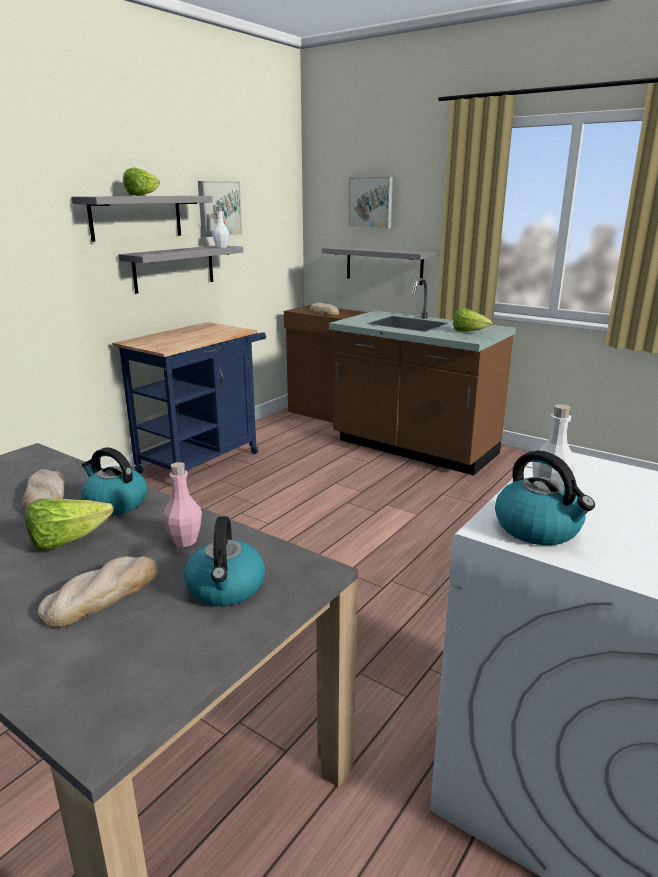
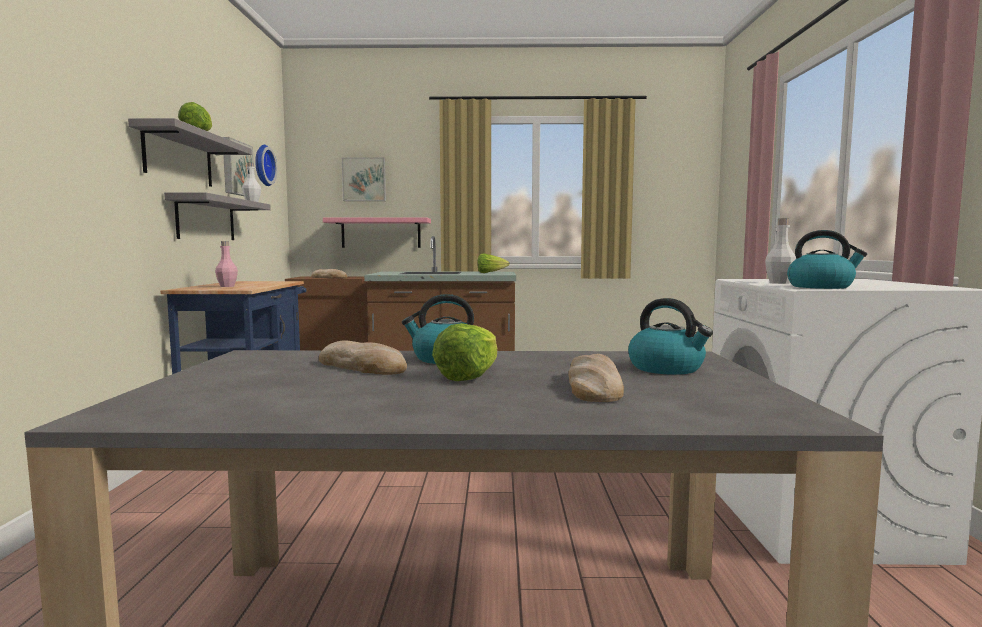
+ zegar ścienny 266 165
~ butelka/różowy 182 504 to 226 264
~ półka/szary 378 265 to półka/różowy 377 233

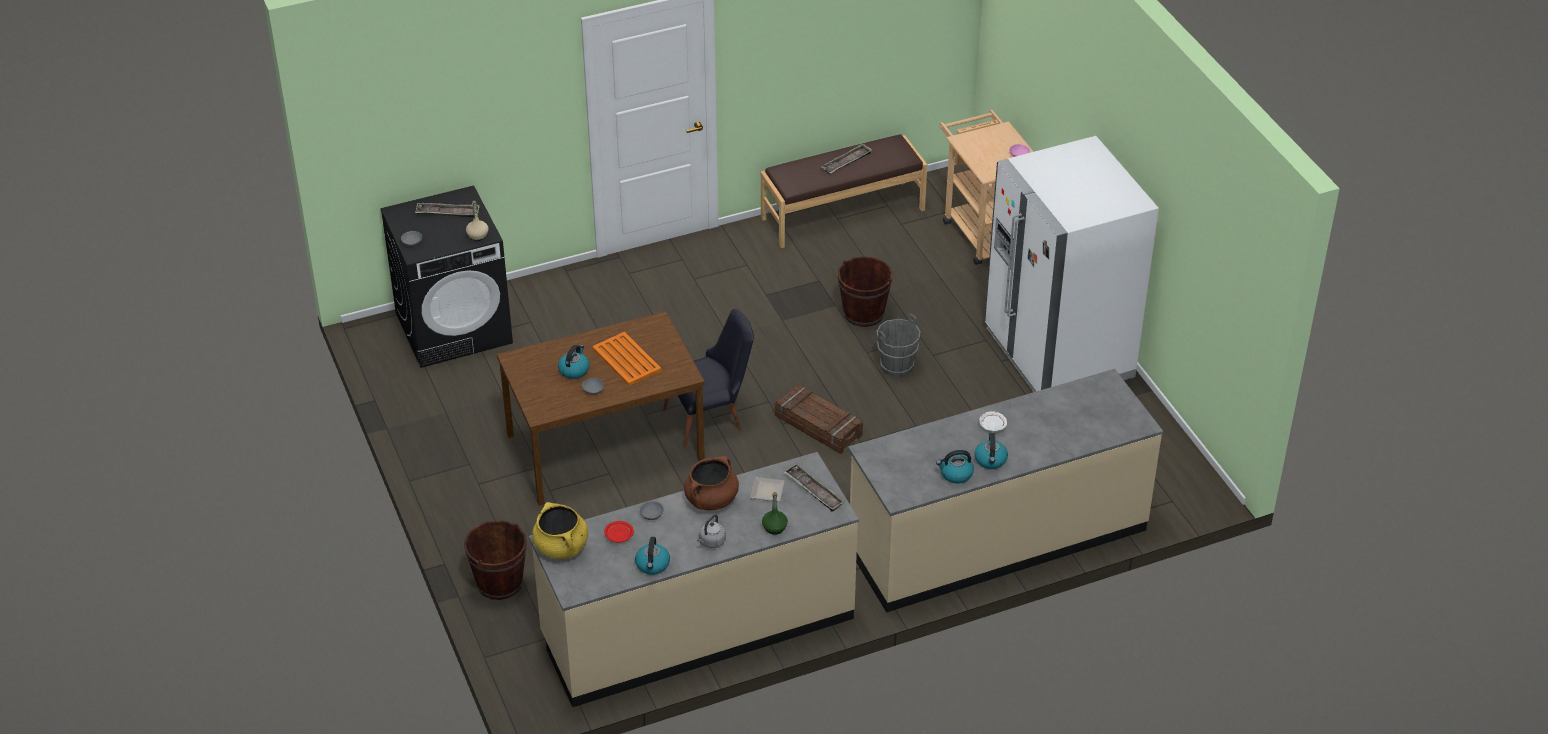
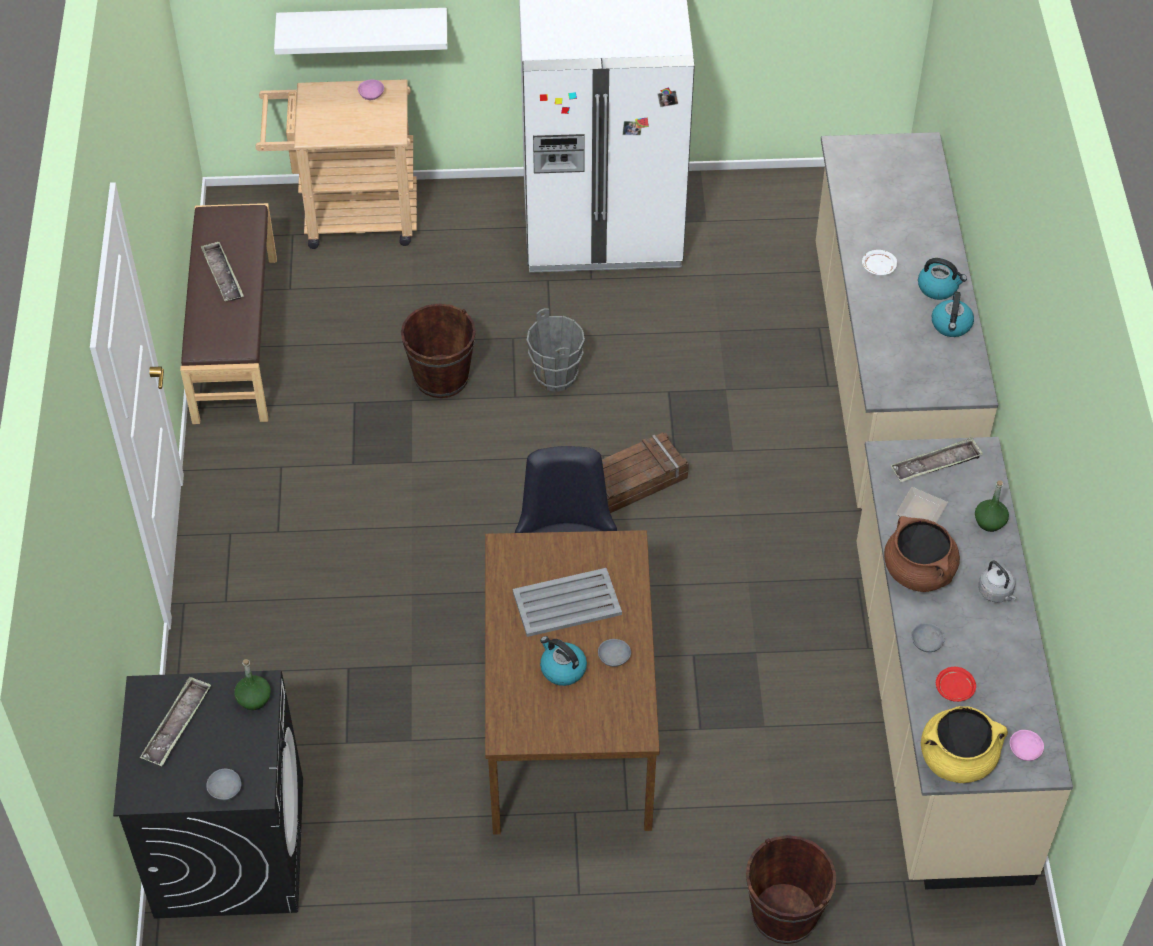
- czajnik 652 556
+ półka/biały 360 31
+ miska/różowy 1027 745
~ butelka/beżowy 477 221 to butelka/zielony 252 684
~ taca/pomarańczowy 626 359 to taca/szary 567 602

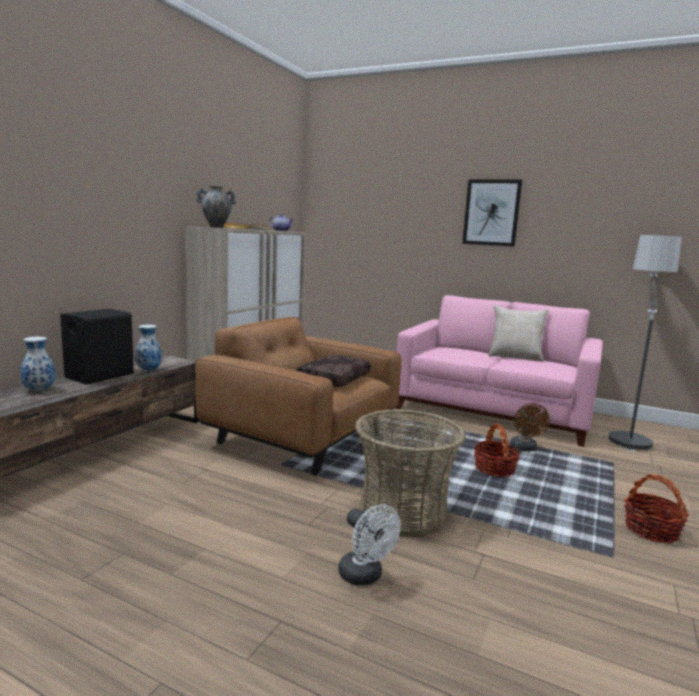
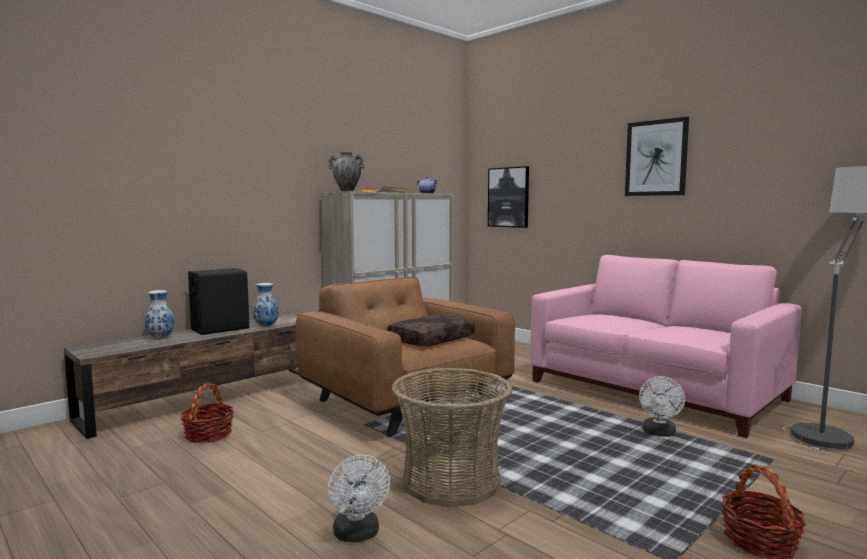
- poduszka/beżowy 518 333
+ obraz 508 197
~ koszyk 497 450 to 207 413
~ wentylator/brązowy 530 427 to wentylator/biały 662 406

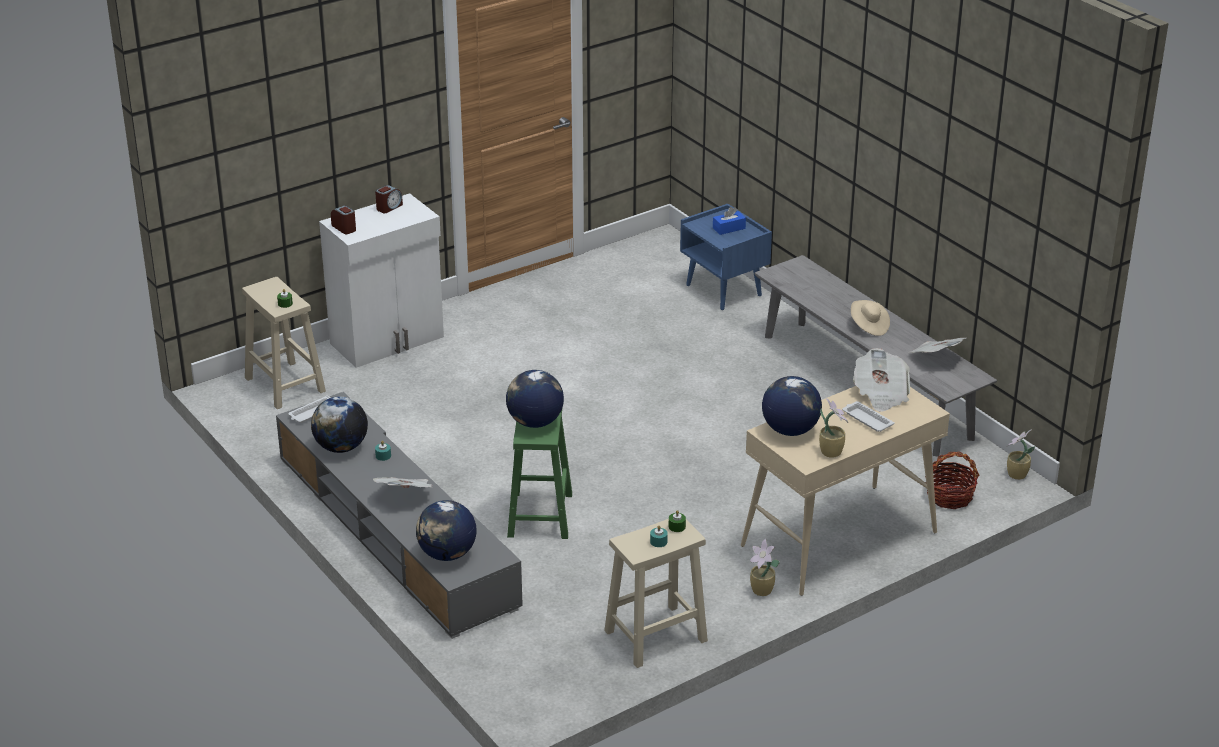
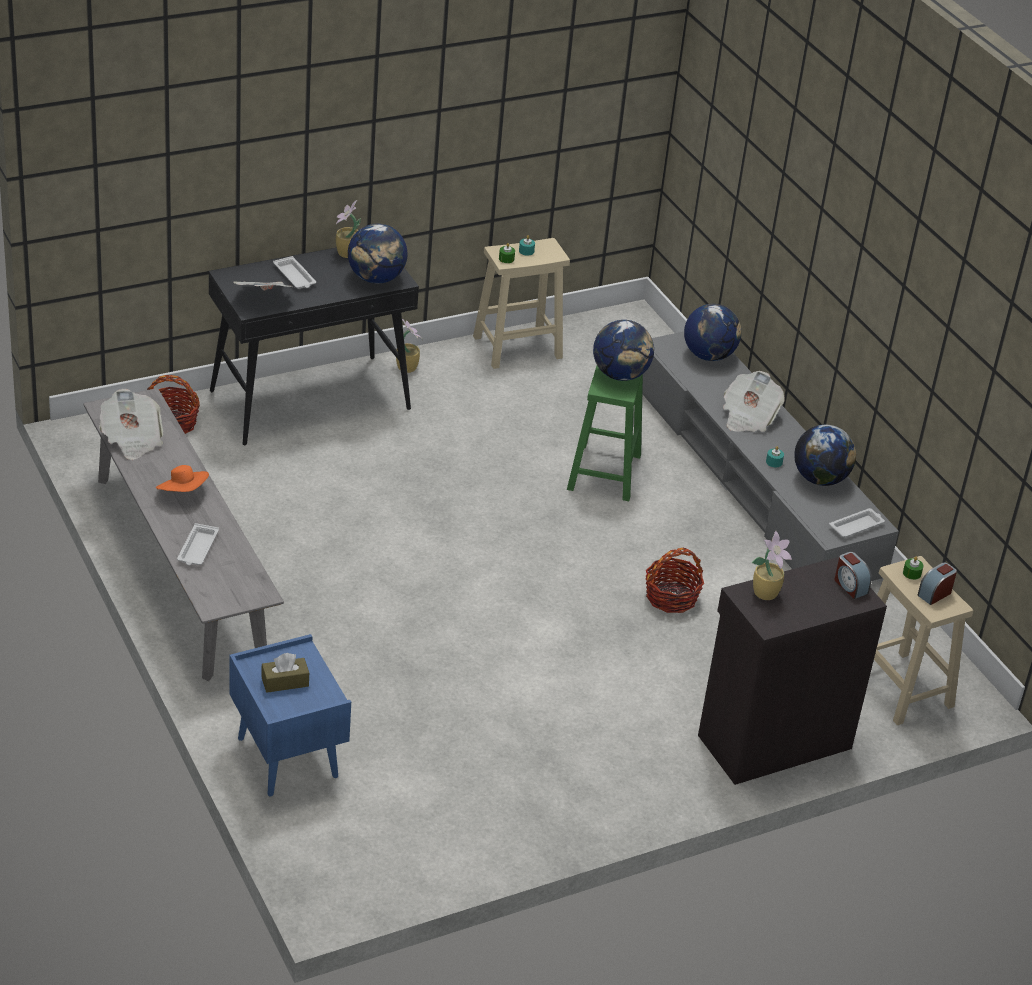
+ taca/biały 198 544
+ koszyk 675 580
~ budzik 389 199 to 937 584
~ roślina doniczkowa 1021 455 to 772 565
~ szafka/biały 381 280 to szafka/czarny 792 671
~ pudełko chusteczek/niebieski 729 221 to pudełko chusteczek/brązowy 285 673
~ stolik konsolowy/beżowy 845 491 to stolik konsolowy/czarny 314 347
~ kapelusz/beżowy 870 318 to kapelusz/pomarańczowy 182 478

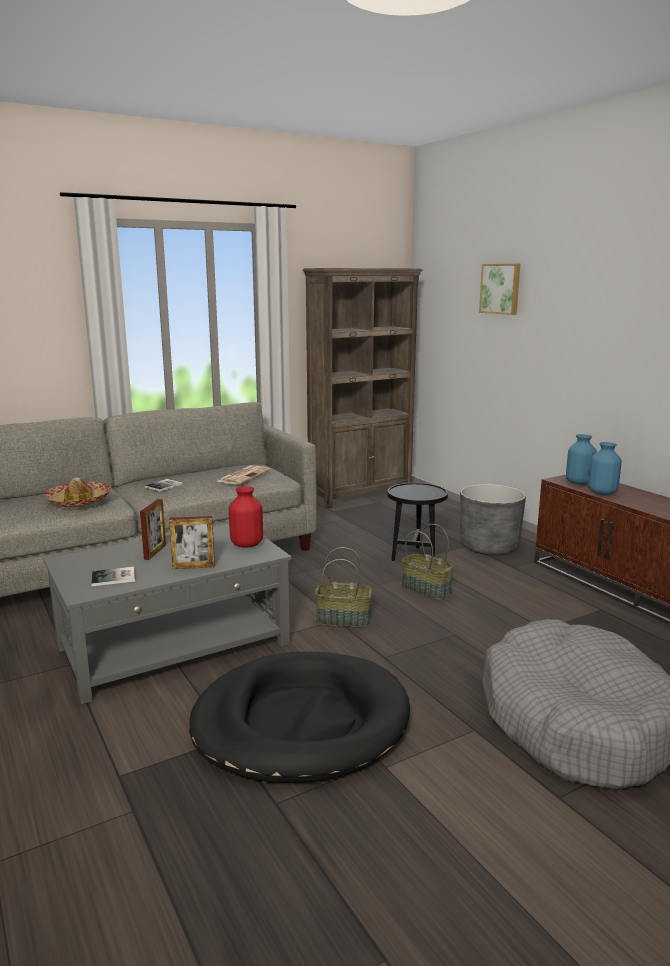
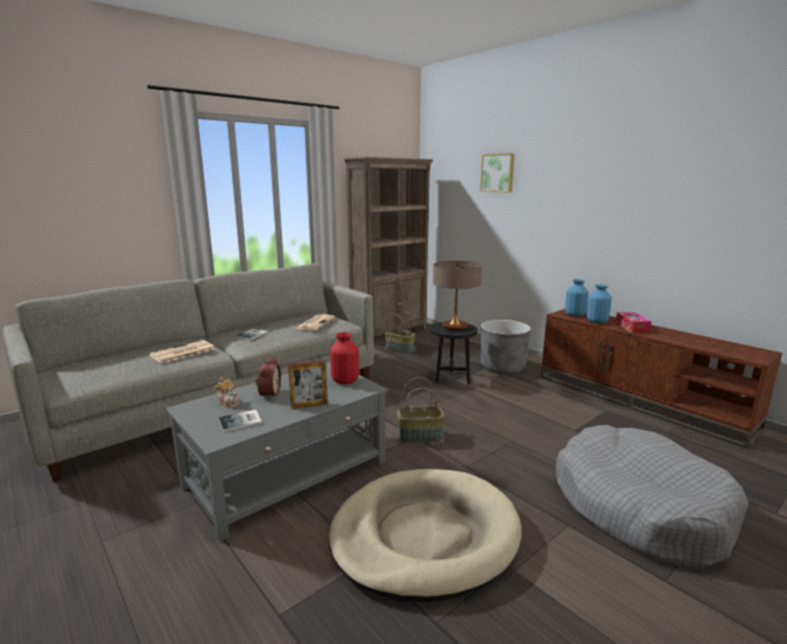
+ imbryk 227 392
+ lampa stołowa 457 296
+ pudełko chusteczek 633 322
~ koszyk 428 562 to 400 332
~ kapelusz 77 492 to gazeta 182 351
~ ramka na zdjęcie 153 529 to budzik 268 378
~ legowisko/czarny 299 717 to legowisko/beżowy 425 535

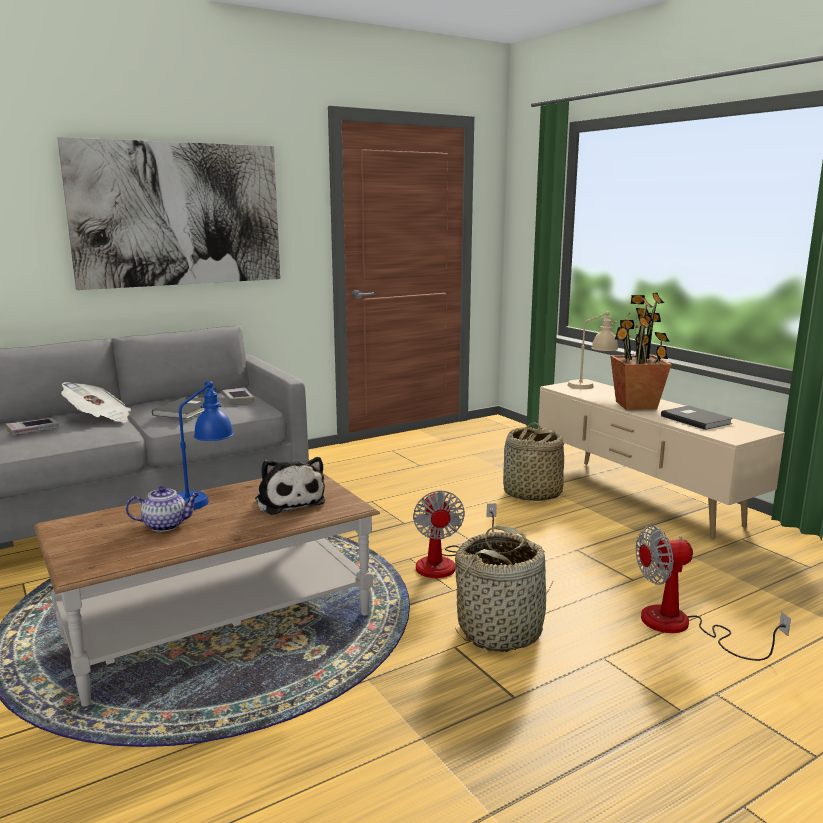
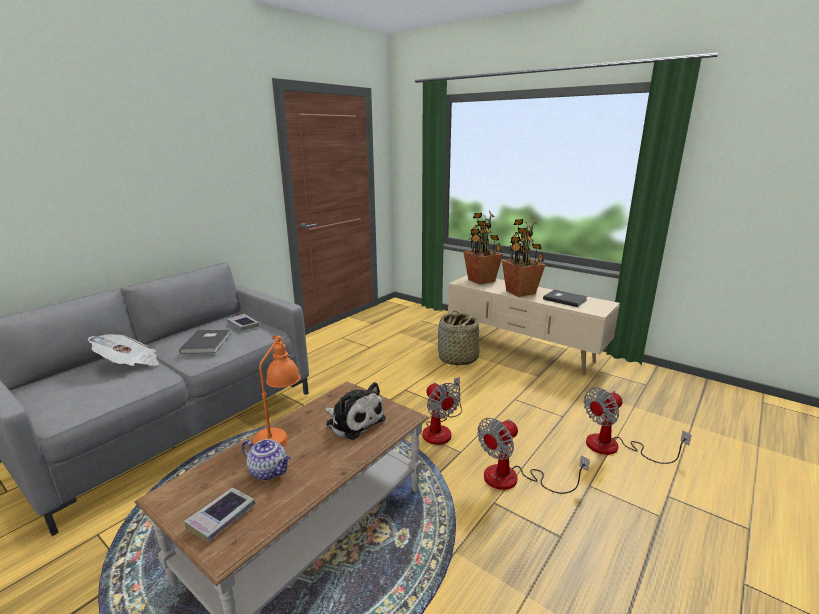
- obraz 168 213
~ książka 32 426 to 219 515
~ koszyk 504 589 to wentylator 533 456
~ lampa stołowa/beżowy 593 350 to roślina doniczkowa 483 247
~ lampa stołowa/niebieski 205 445 to lampa stołowa/pomarańczowy 276 391
~ imbryk 163 509 = 266 459 60 degrees clockwise

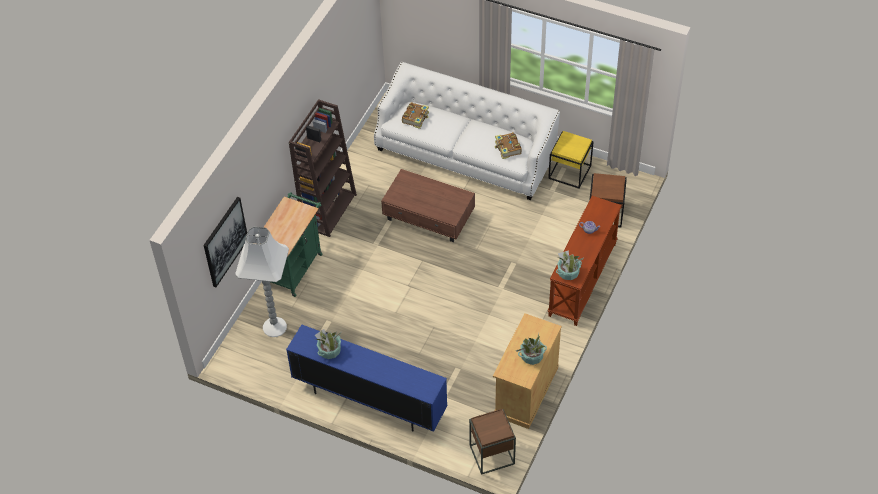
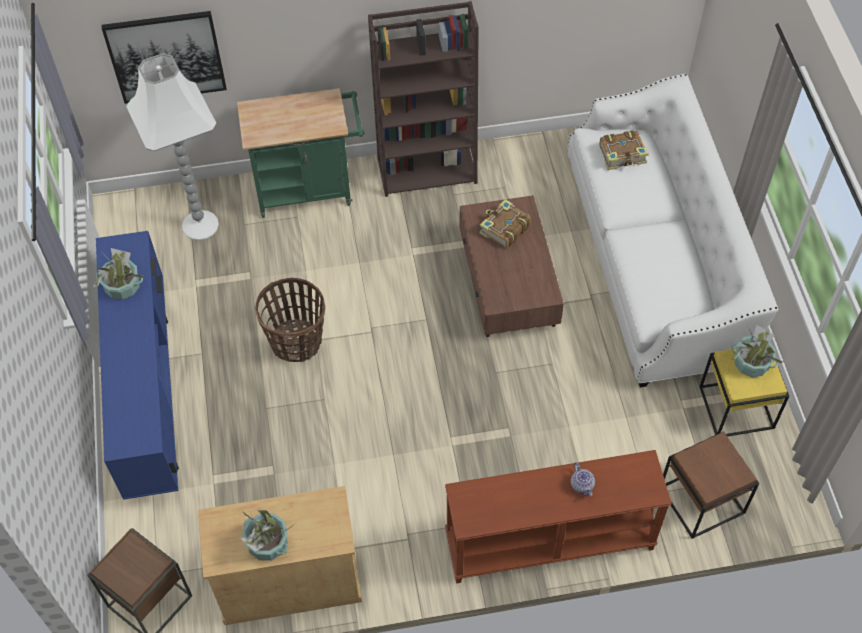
+ koszyk 290 320
~ książka 508 145 to 505 223
~ roślina doniczkowa 570 265 to 757 351

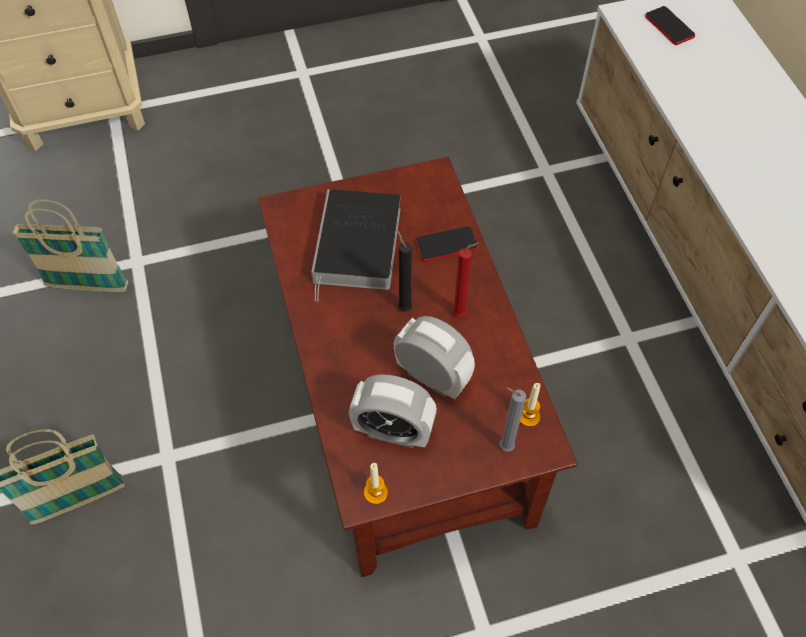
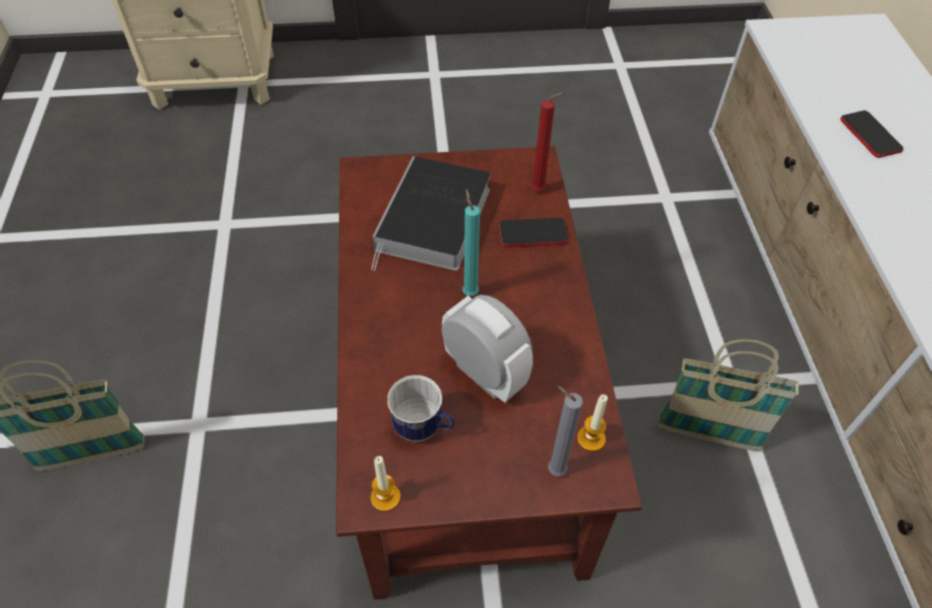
~ koszyk 70 245 to 728 395
~ świeca/czerwony 465 279 to 547 141
~ telefon 670 25 to 872 134
~ budzik 393 411 to kubek 421 408
~ świeca/czarny 404 271 to świeca/turkusowy 471 242

